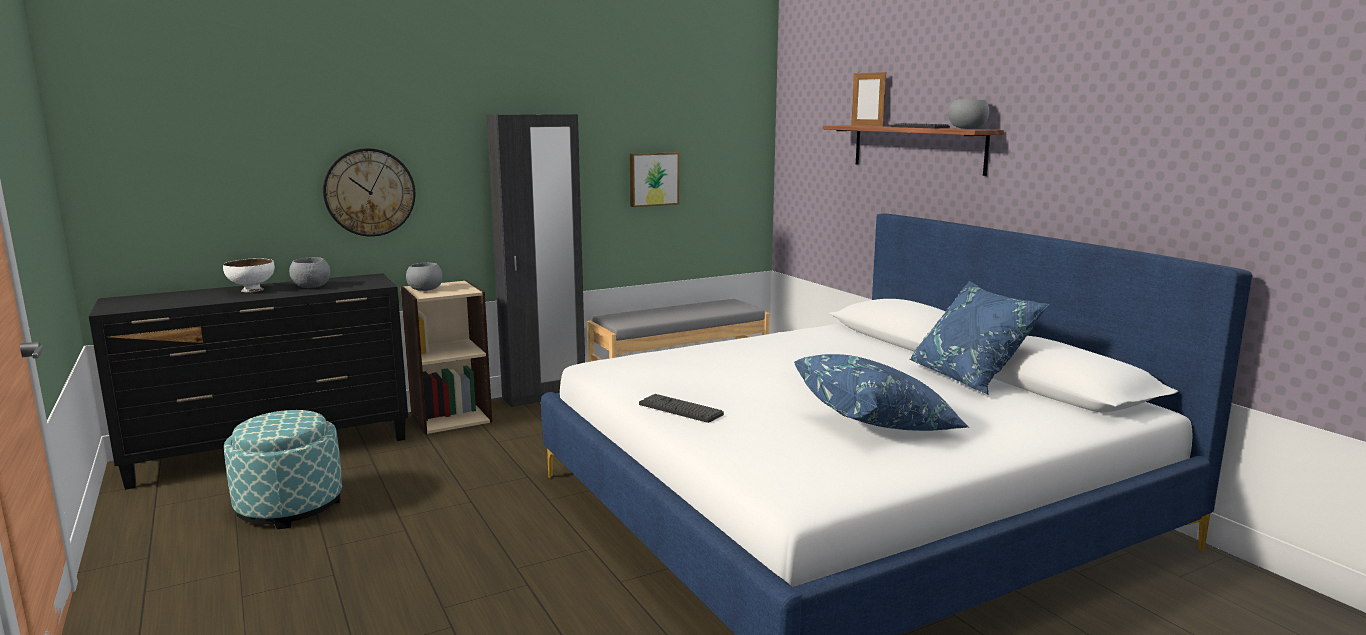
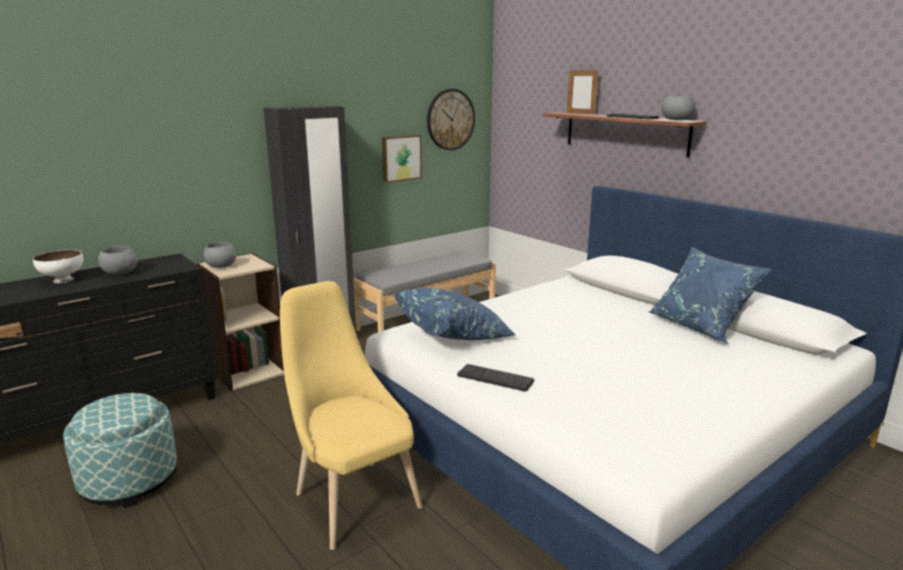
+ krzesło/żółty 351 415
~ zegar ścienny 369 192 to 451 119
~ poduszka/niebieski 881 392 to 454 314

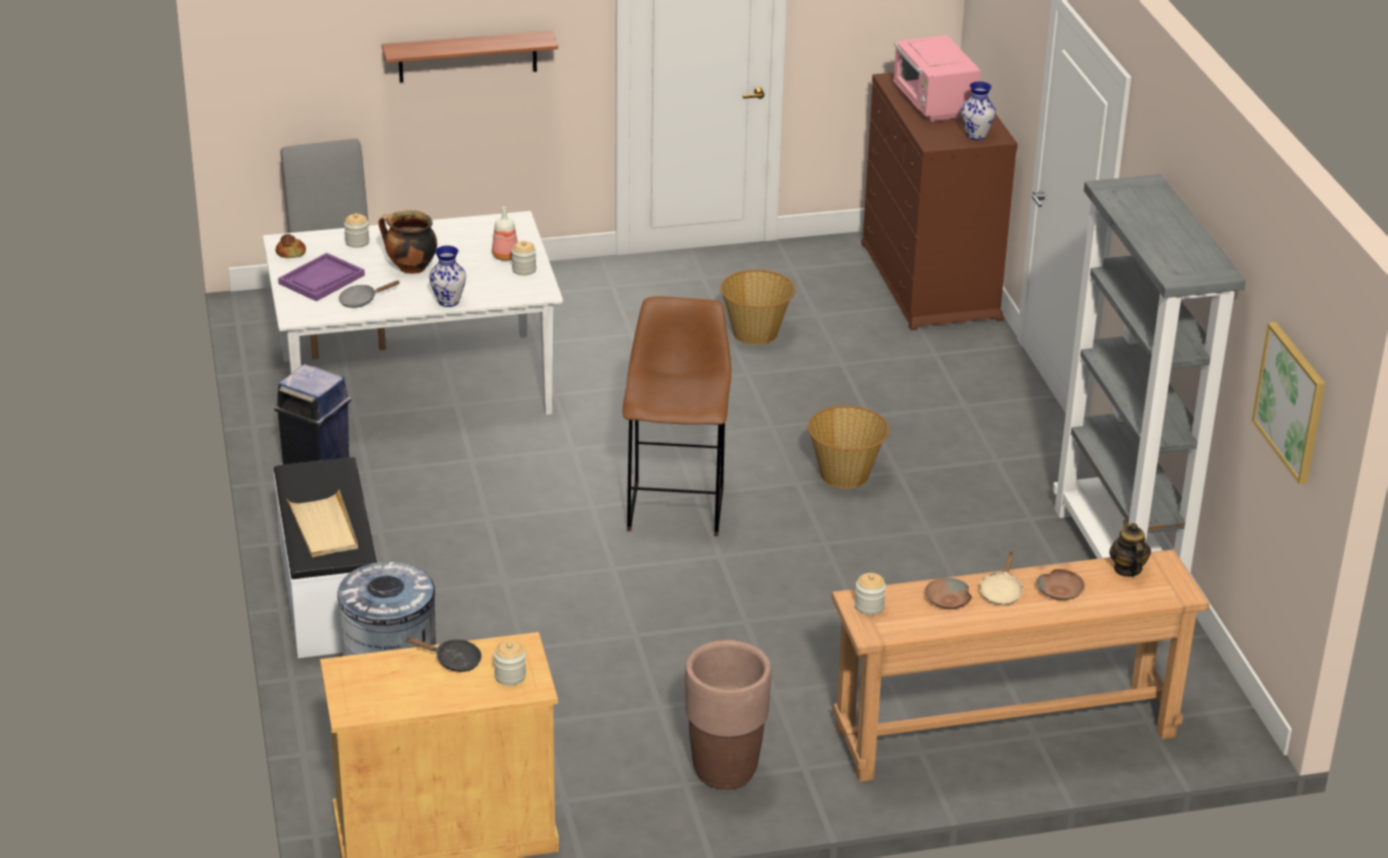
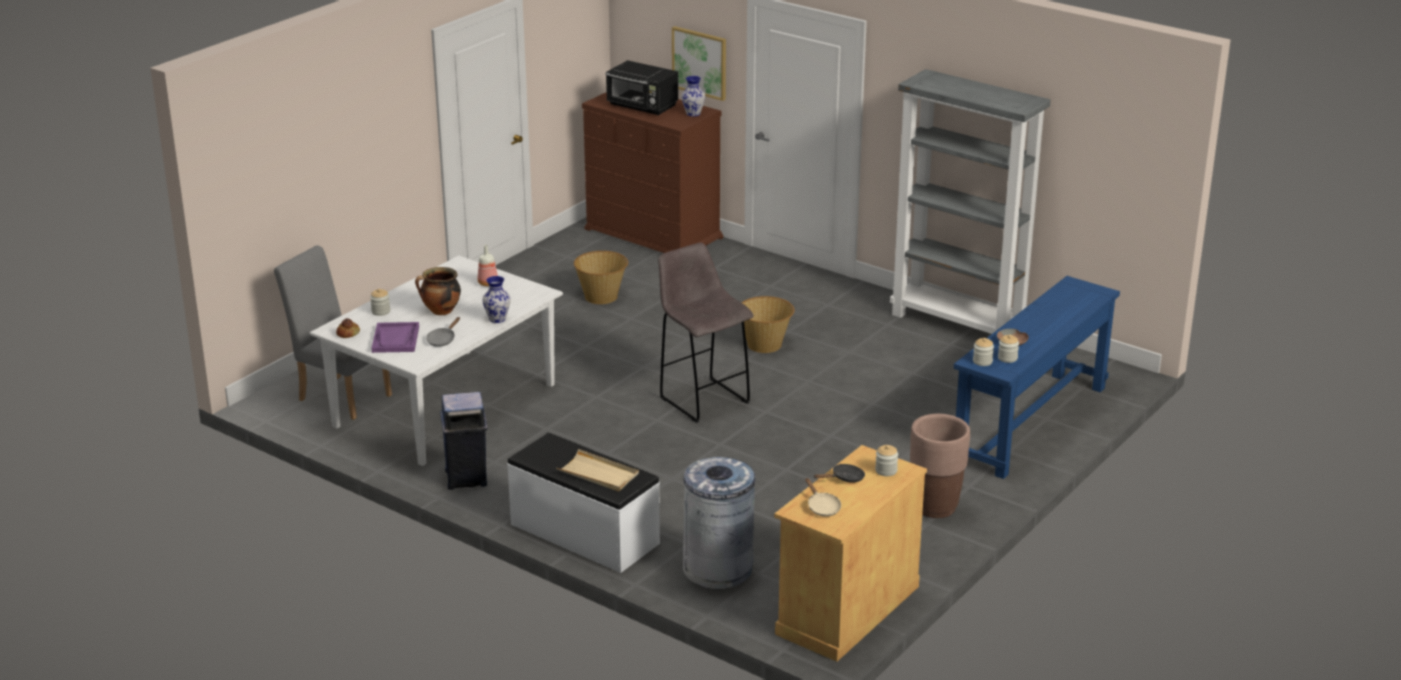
- półka 470 57
- miska/brązowy 1061 584
- imbryk 1130 548
~ słoik 524 258 to 1008 348
~ patelnia/beżowy 1001 578 to 823 497
~ obraz 1289 403 to 699 63
~ stołek/brązowy 676 416 to stołek/szary 705 333
~ stolik konsolowy/brązowy 1020 665 to stolik konsolowy/niebieski 1036 377
~ mikrofalówka/różowy 937 78 to mikrofalówka/czarny 641 87

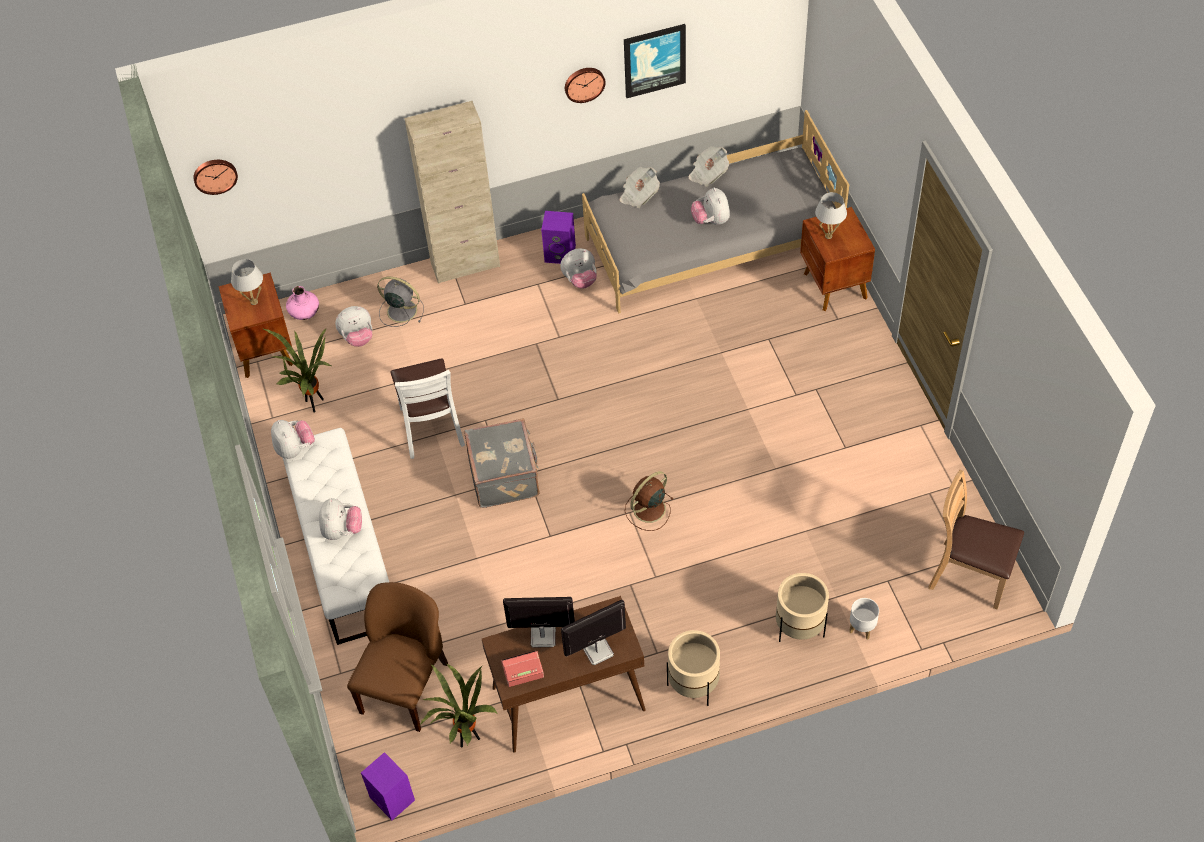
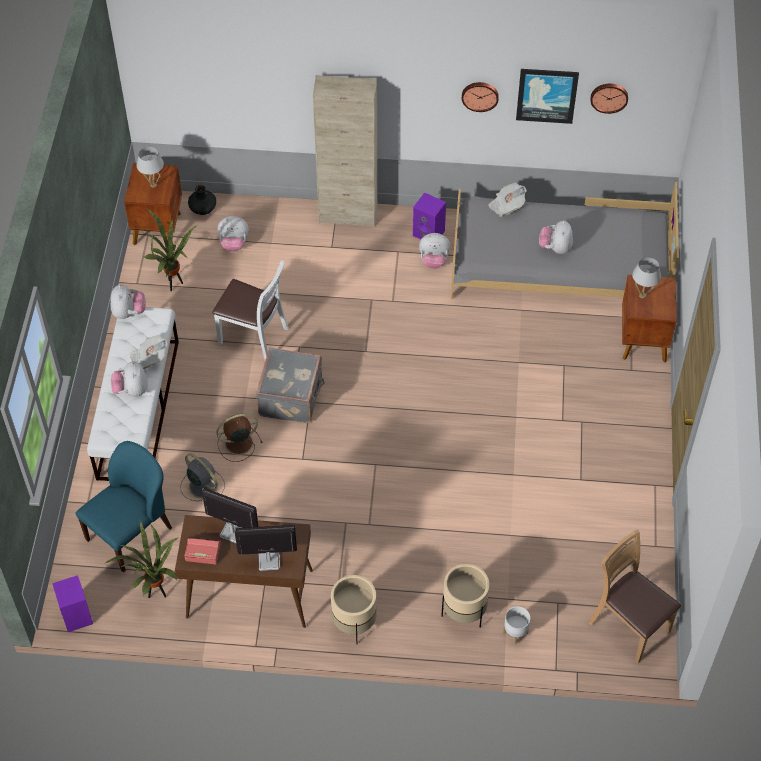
~ zegar ścienny 216 177 to 609 99
~ wentylator/szary 400 302 to 202 477
~ wentylator/brązowy 649 501 to 239 438
~ gazeta 709 166 to 149 352
~ wazon/różowy 302 303 to wazon/czarny 202 200
~ krzesło/brązowy 397 657 to krzesło/niebieski 123 507
~ pluszak 340 519 = 129 379 150 degrees clockwise
~ krzesło/biały 428 409 = 250 310 75 degrees counterclockwise

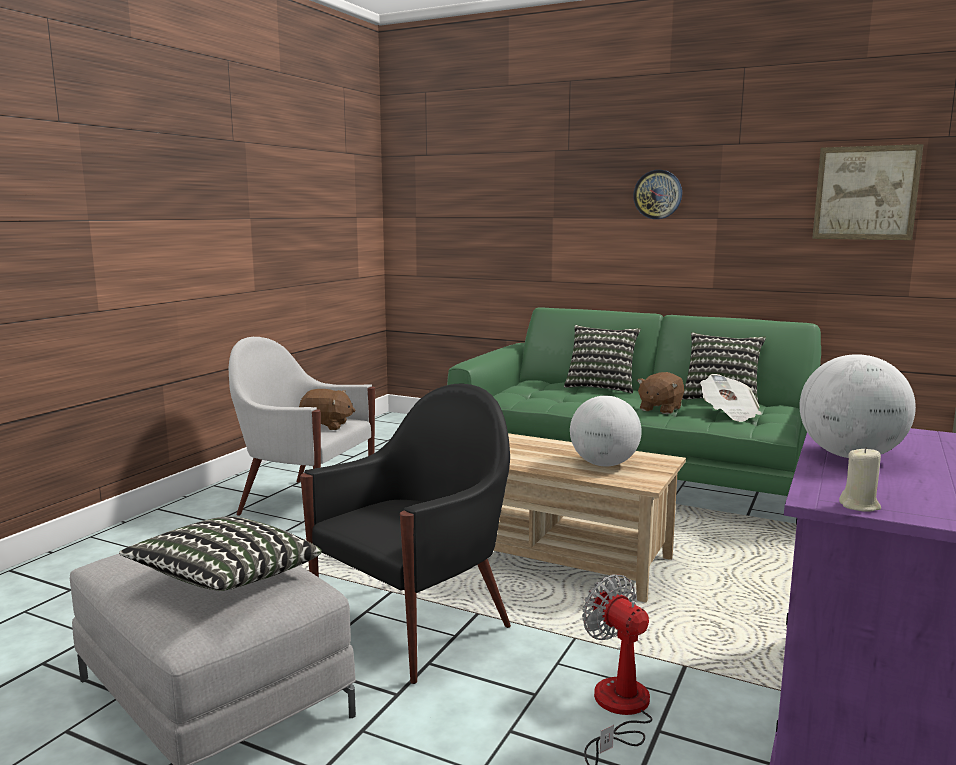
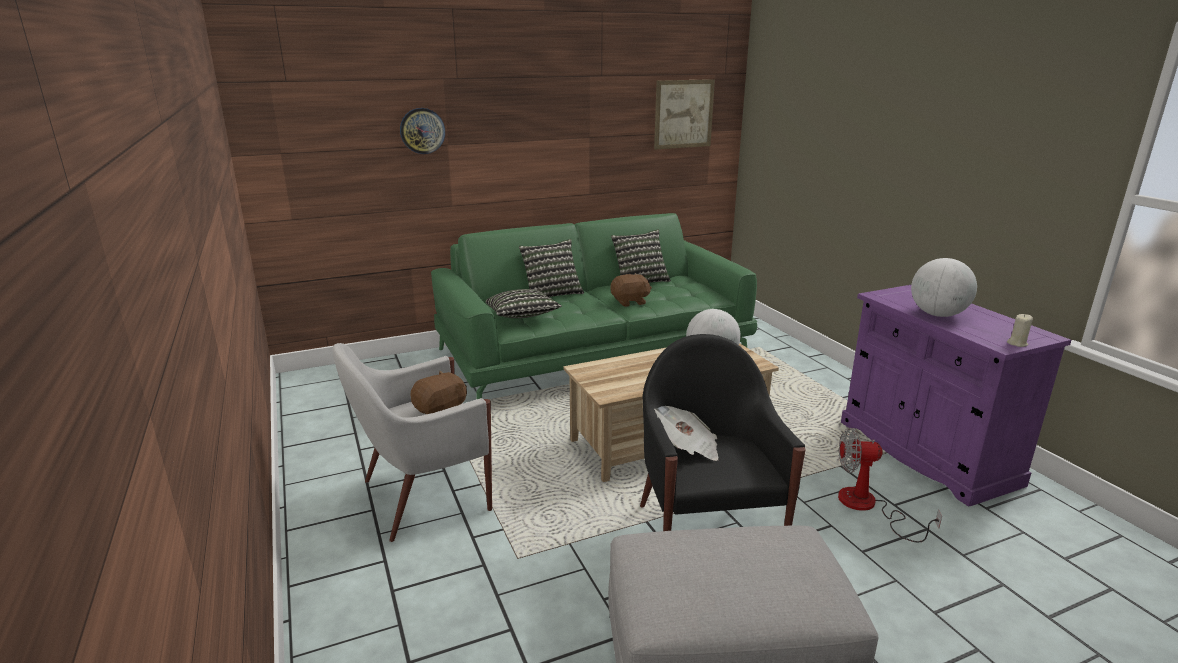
~ poduszka 220 553 to 523 303
~ zegar ścienny 657 194 to 422 131
~ gazeta 731 398 to 686 433
~ pluszak/brązowy 660 393 = 631 290 90 degrees counterclockwise

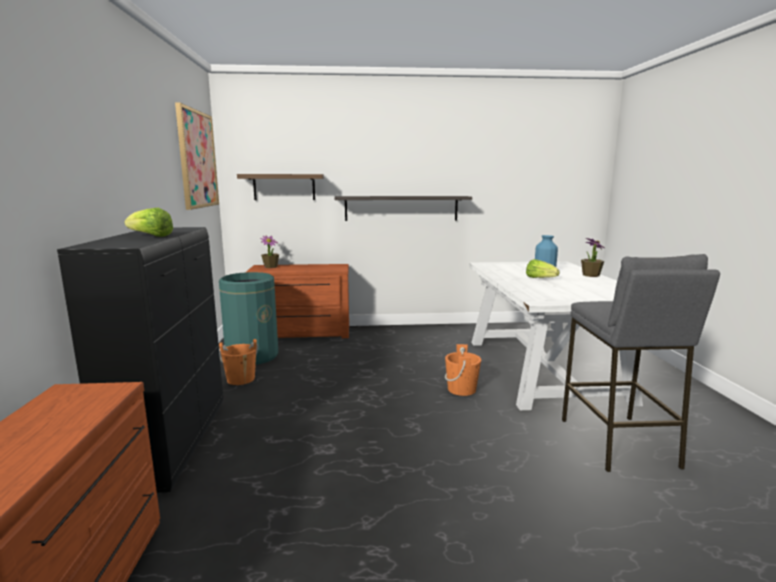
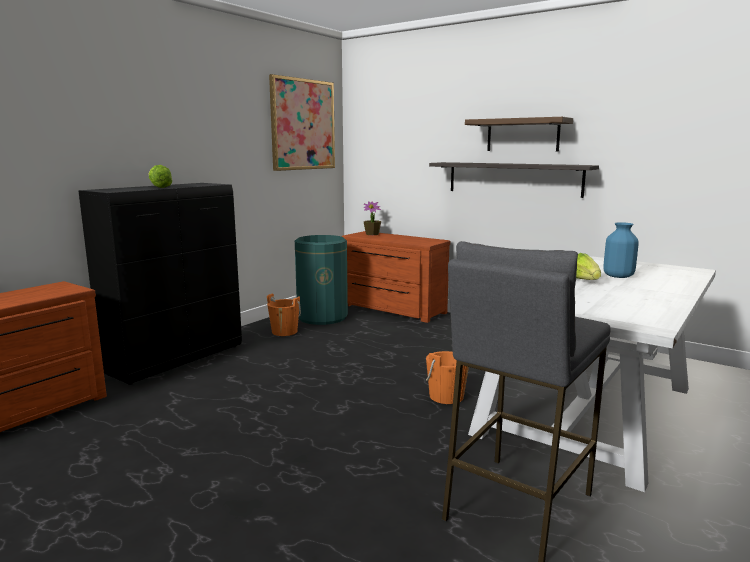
- roślina doniczkowa 593 257
~ półka 280 187 to 519 134

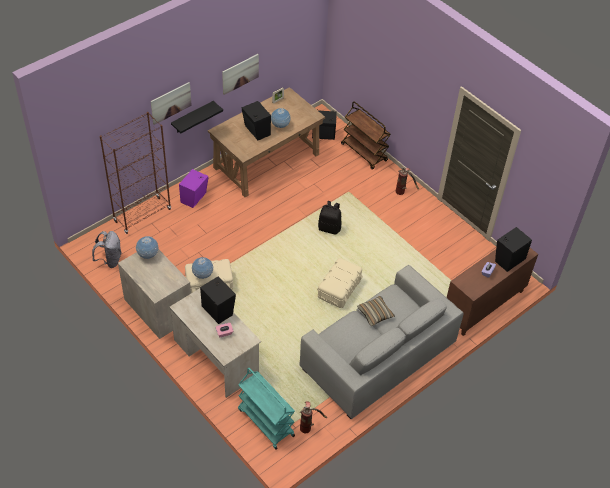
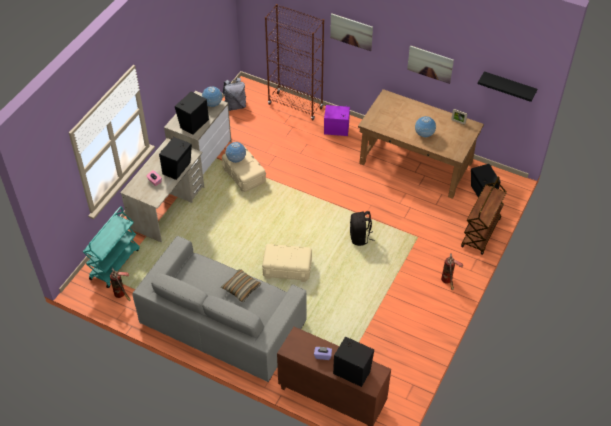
~ półka/czarny 197 117 to 507 86
~ głośnik/czarny 256 120 to 192 113

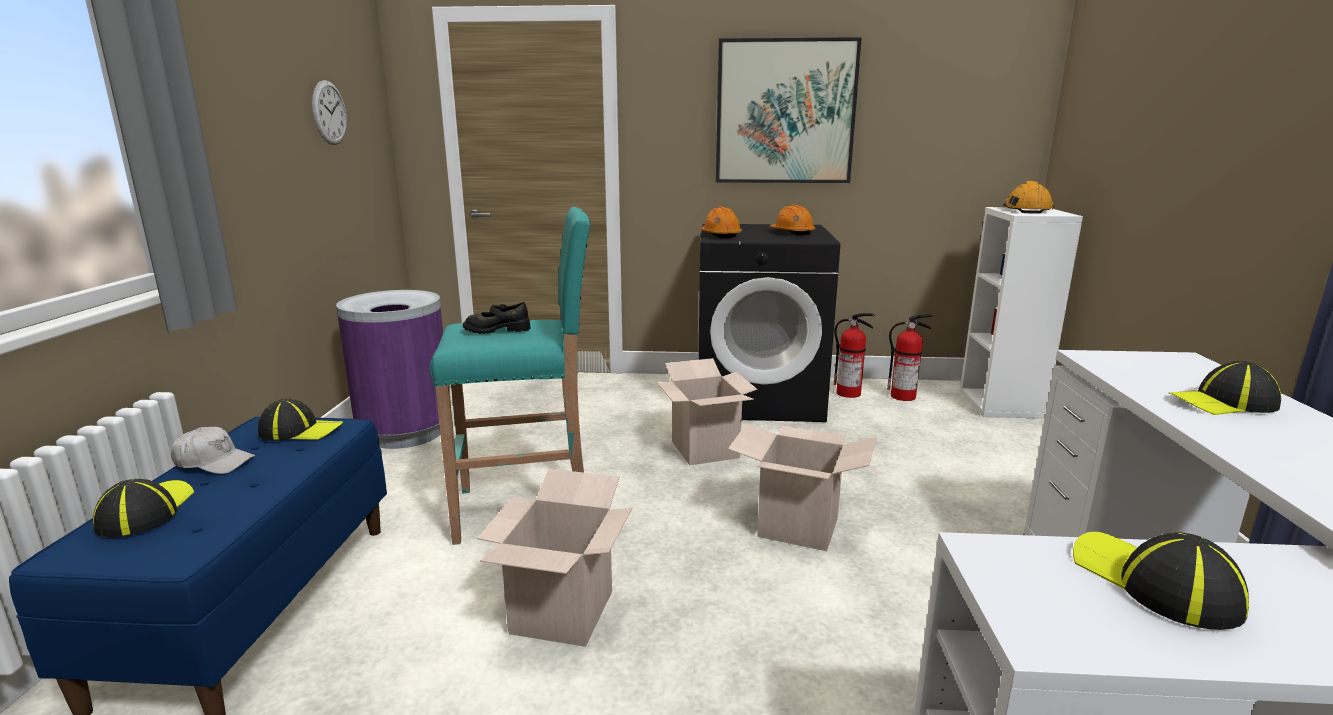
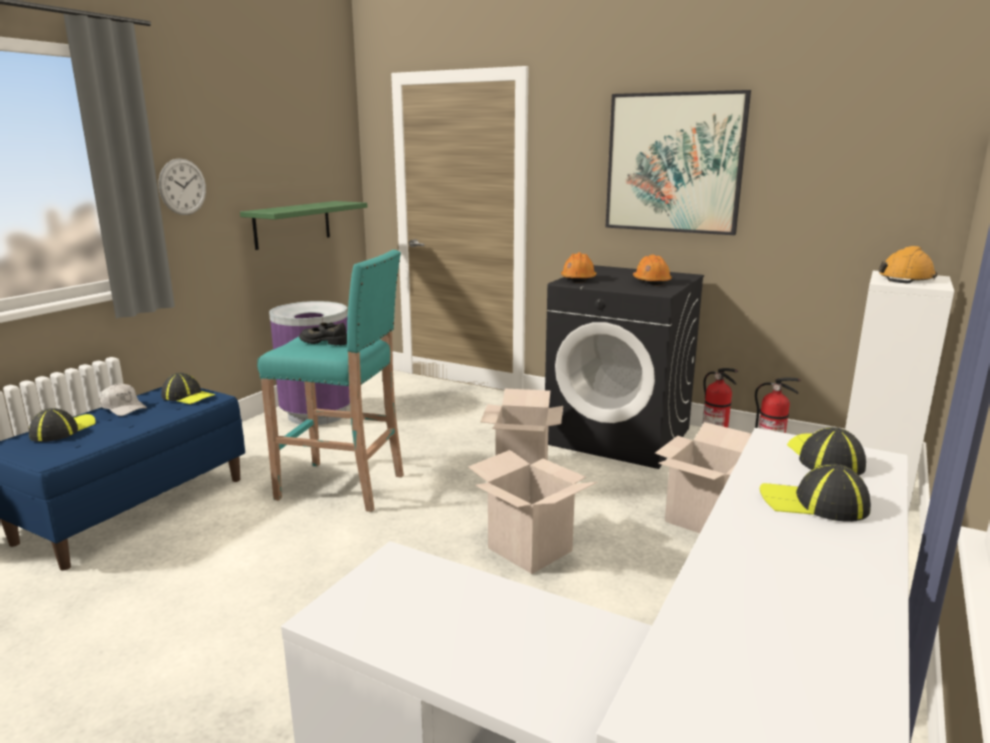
+ półka/zielony 303 225
~ zegar ścienny 329 112 to 182 186
~ karton 554 558 to 703 477
~ czapka z daszkiem 1161 581 to 826 451

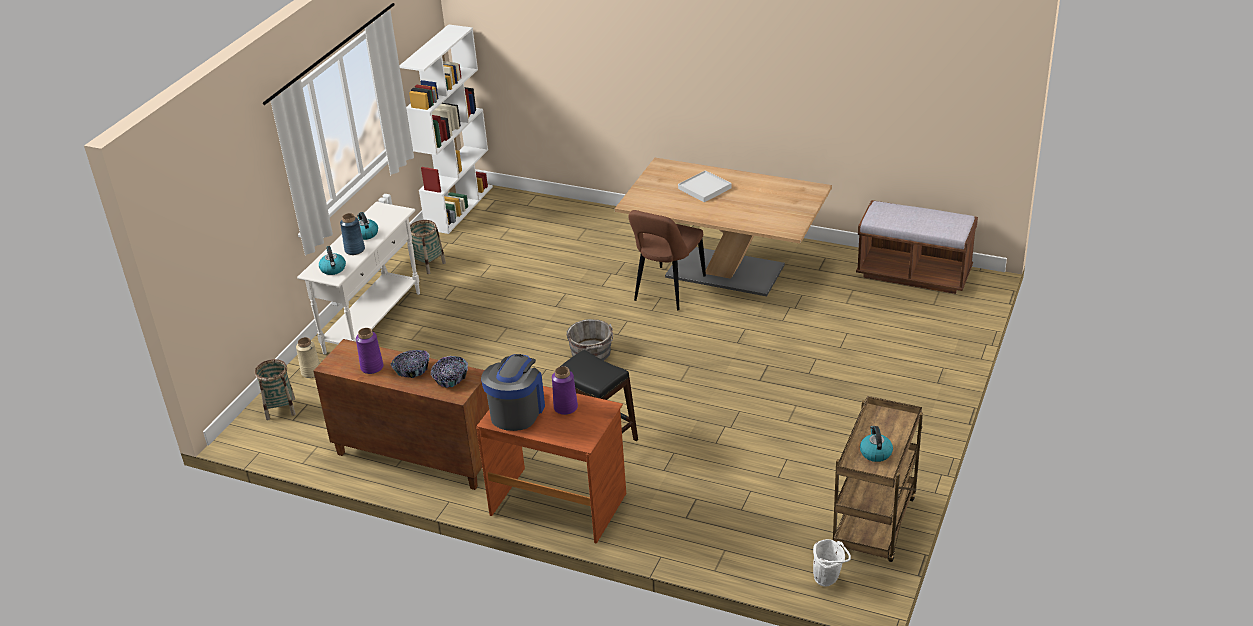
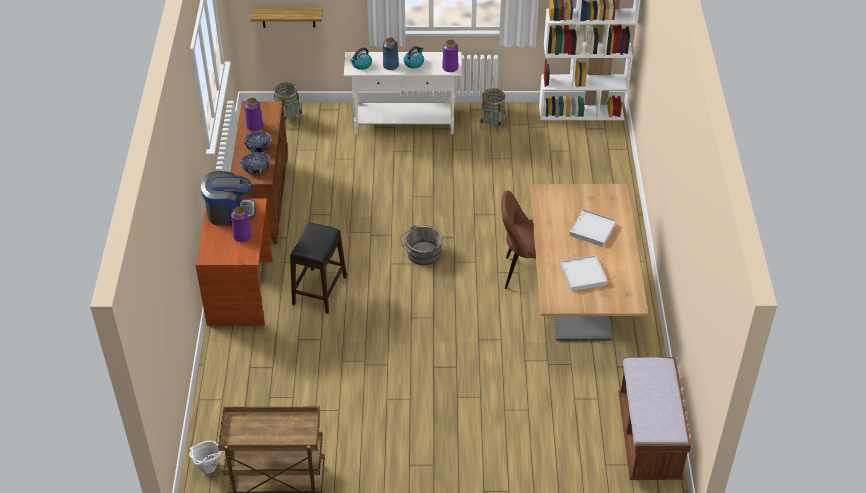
- wazon/beżowy 308 357
- czajnik 876 444
+ półka 287 18
+ wazon/fioletowy 450 56
+ taca/biały 583 273

